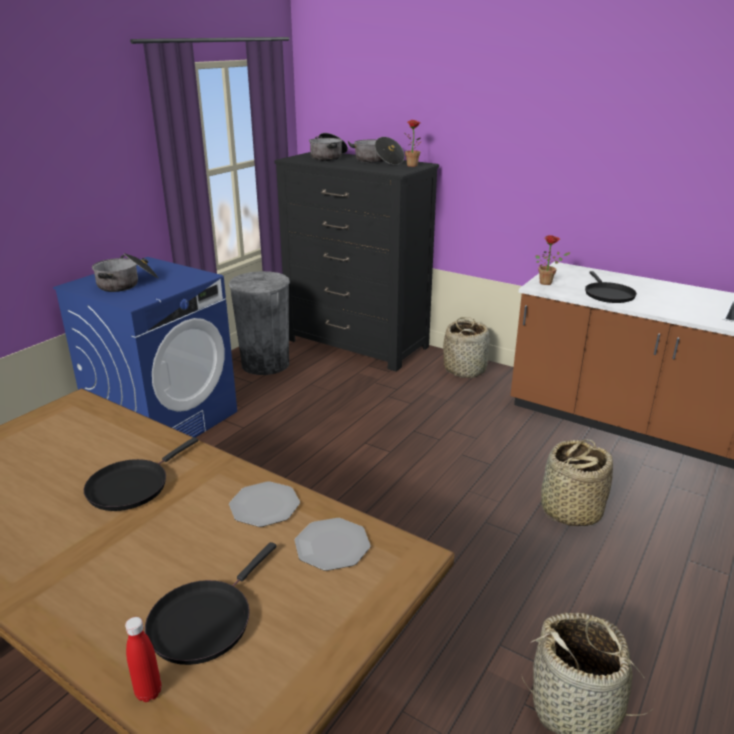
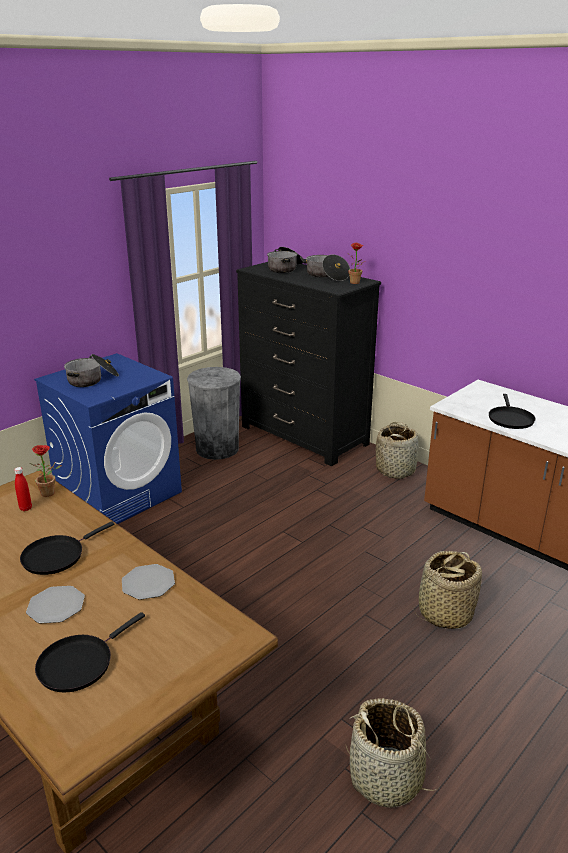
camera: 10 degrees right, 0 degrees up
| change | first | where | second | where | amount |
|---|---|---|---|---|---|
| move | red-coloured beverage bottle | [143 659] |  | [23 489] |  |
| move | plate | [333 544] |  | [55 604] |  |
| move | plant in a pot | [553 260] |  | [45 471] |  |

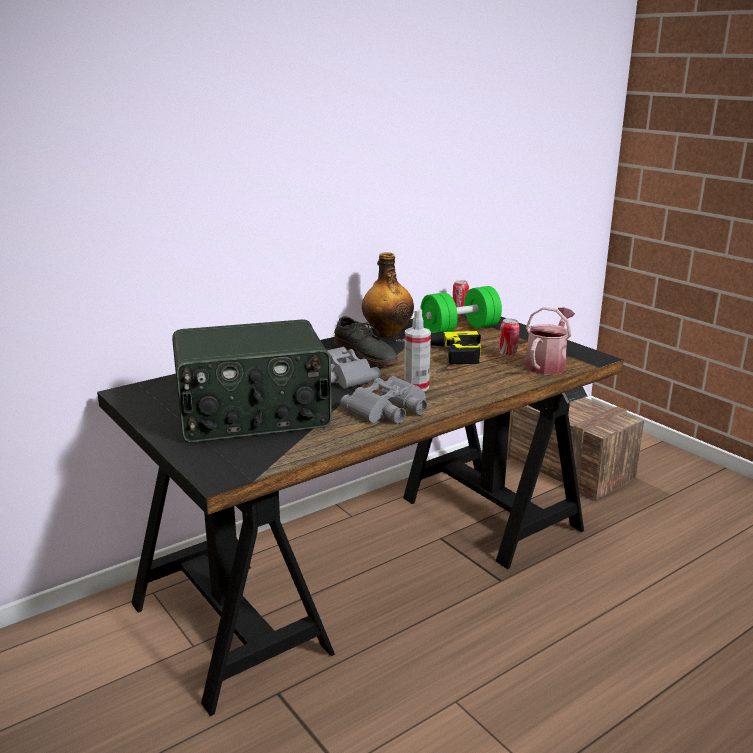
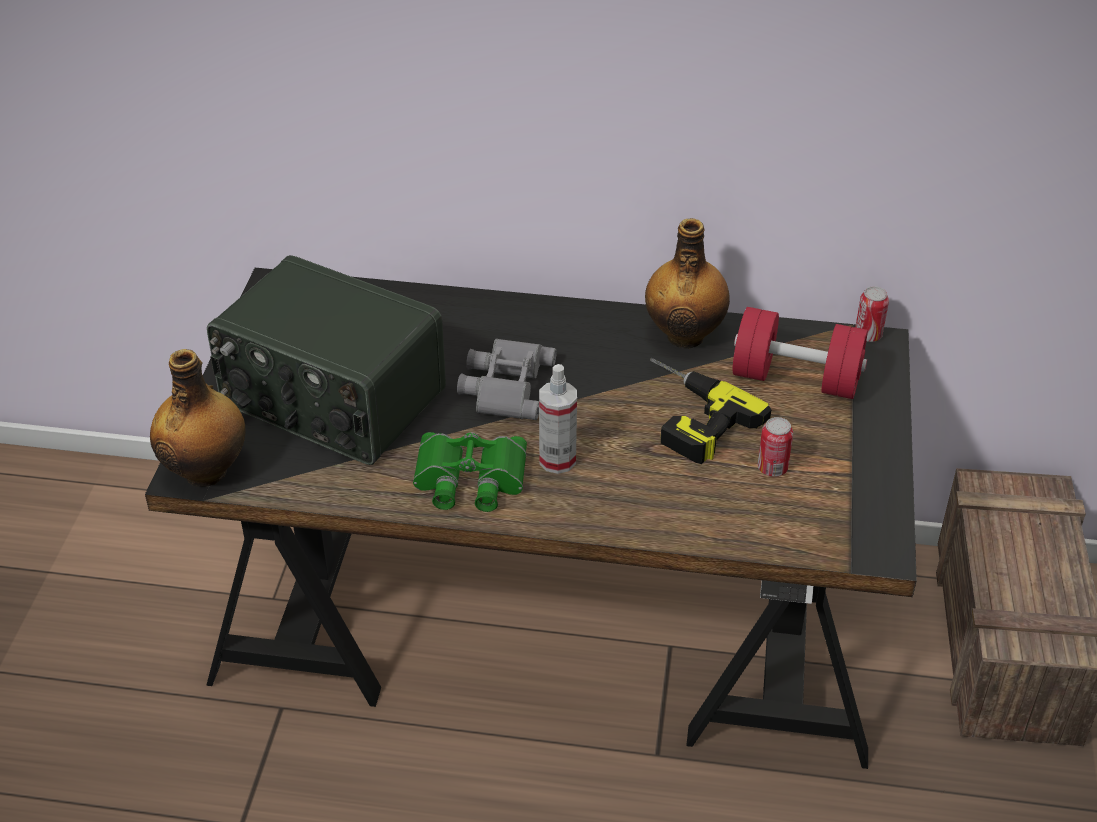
camera: 45 degrees right, 20 degrees up
| change | first | where | second | where | amount |
|---|---|---|---|---|---|
| insert |  |  | beverage bottle | [198 418] |  |
| recolor | greyish field glasses | [383 400] | green field glasses | [470 472] |  |
| recolor | green free weight | [461 309] | red-coloured free weight | [800 353] |  |
| delete | greyish item of footwear | [366 341] |  |  |  |
| delete | watering can | [549 340] |  |  |  |

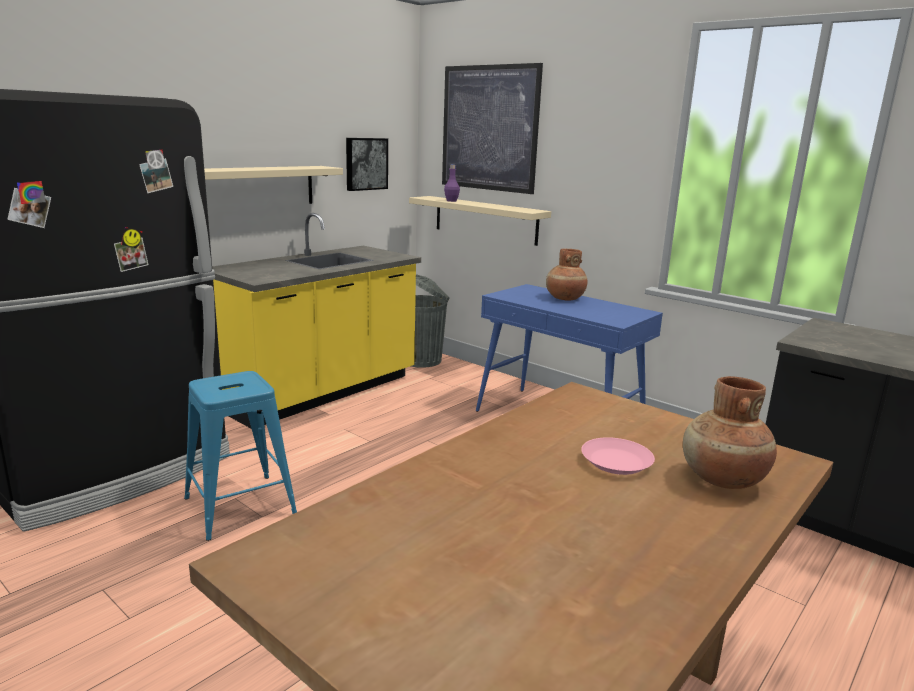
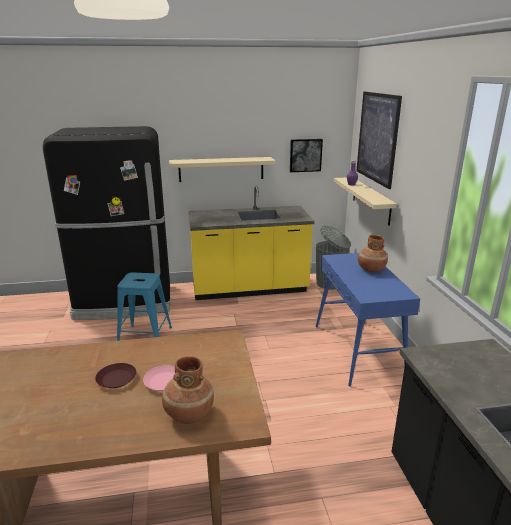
camera: 40 degrees right, 5 degrees up
| change | first | where | second | where | amount |
|---|---|---|---|---|---|
| insert |  |  | brownish plate | [115 375] |  |

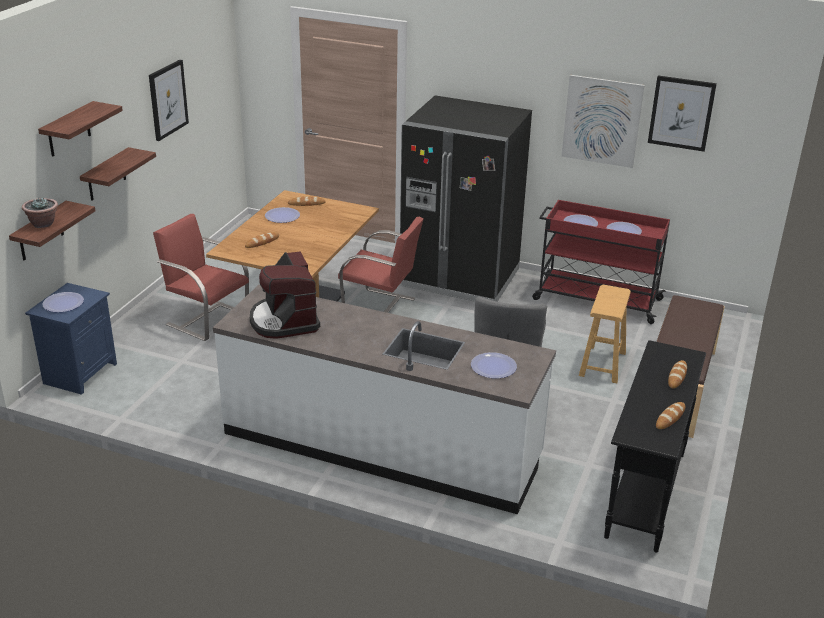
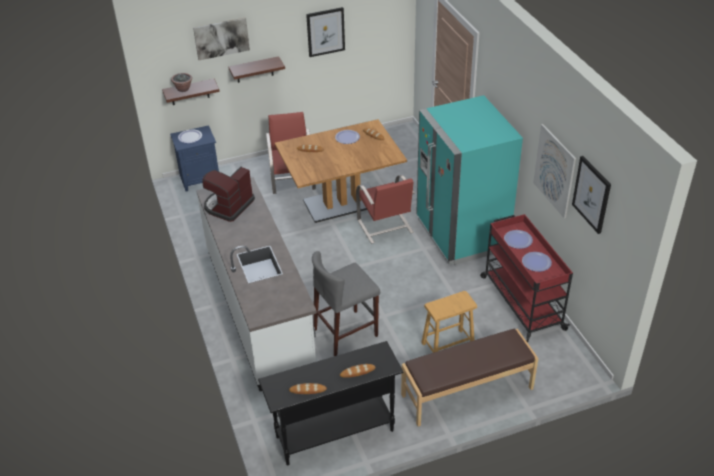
camera: 50 degrees right, 10 degrees up
| change | first | where | second | where | amount |
|---|---|---|---|---|---|
| replace | shelf | [80 128] | wall picture | [221 39] |  |
| recolor | blackish kitchen fridge | [466 198] | turquoise-coloured kitchen fridge | [469 180] |  |
| delete | plate | [494 365] |  |  |  |

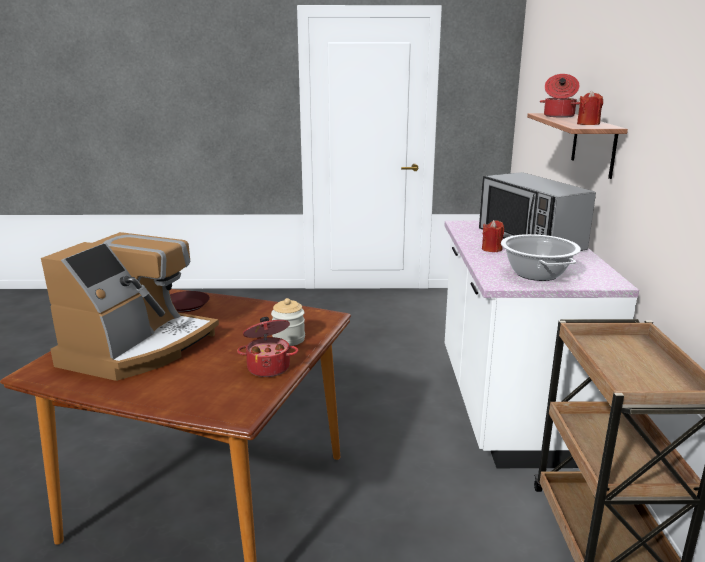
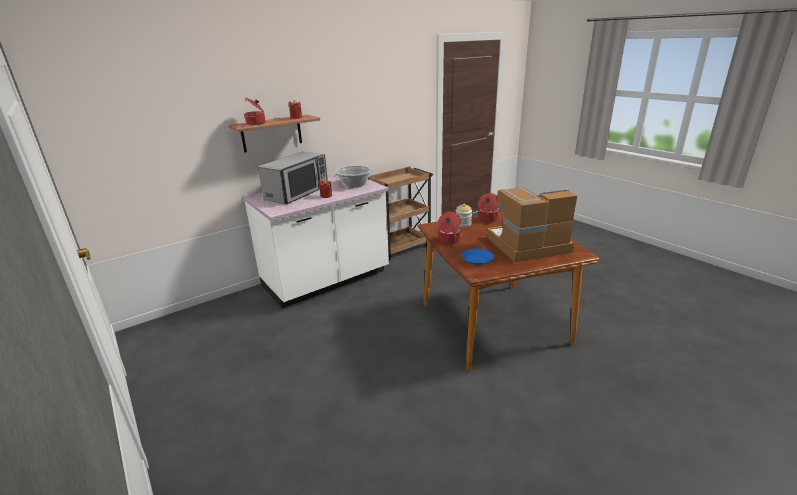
camera: 125 degrees left, 5 degrees up
| change | first | where | second | where | amount |
|---|---|---|---|---|---|
| insert |  |  | saucepot | [450 228] |  |
| recolor | brownish plate | [190 302] | blue-coloured plate | [478 257] |  |

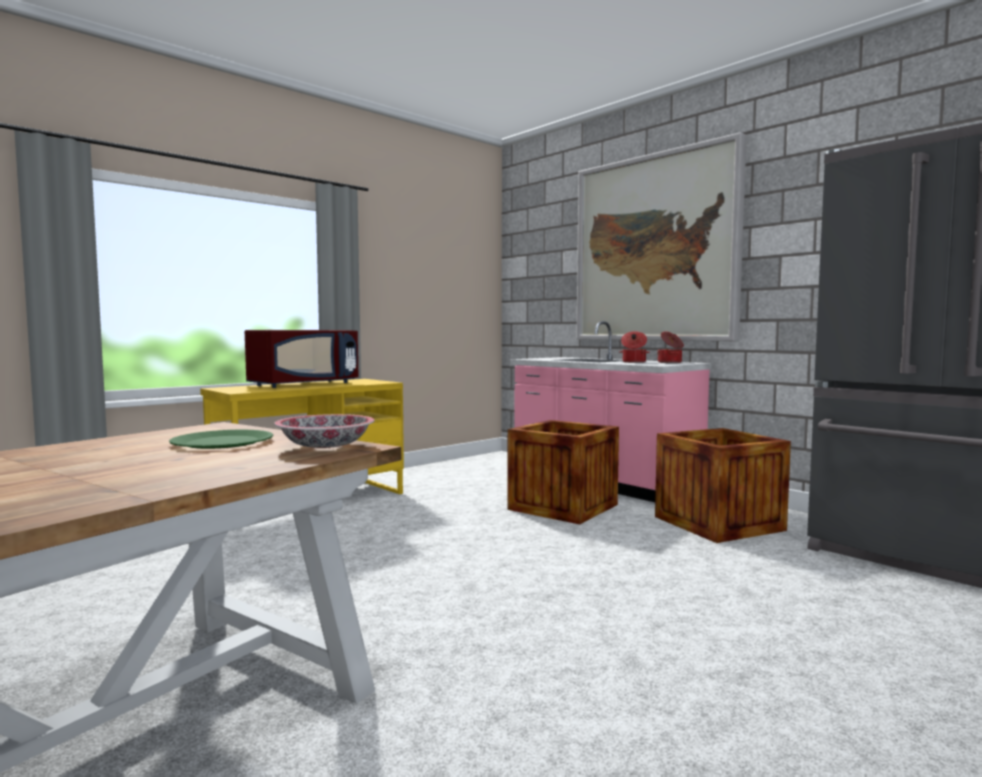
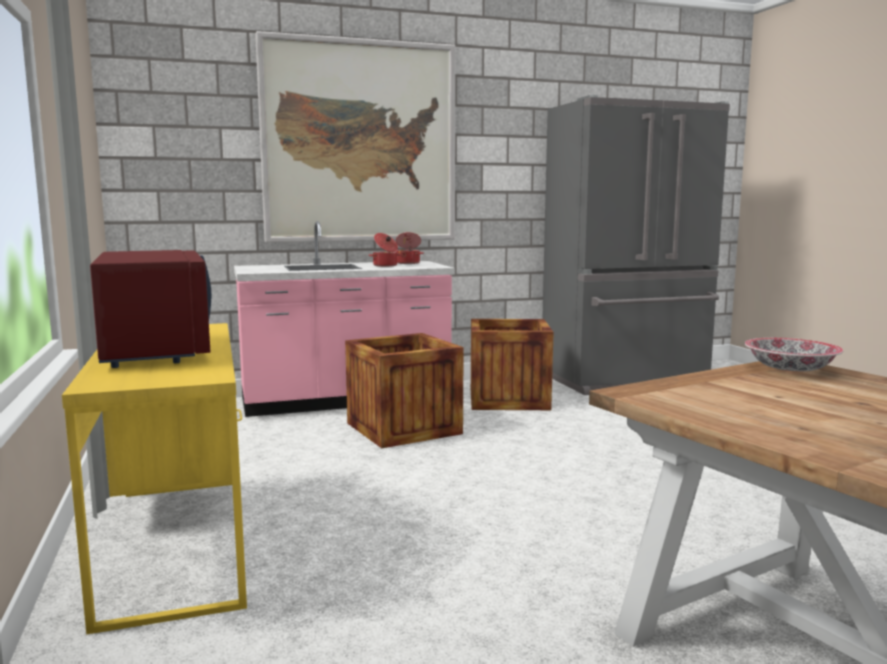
camera: 65 degrees left, 5 degrees up
| change | first | where | second | where | amount |
|---|---|---|---|---|---|
| delete | green plate | [221 439] |  |  |  |

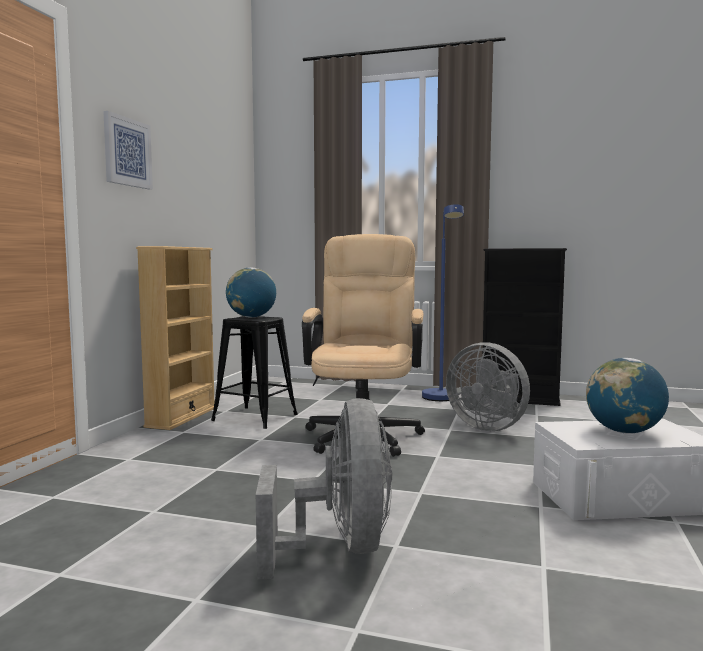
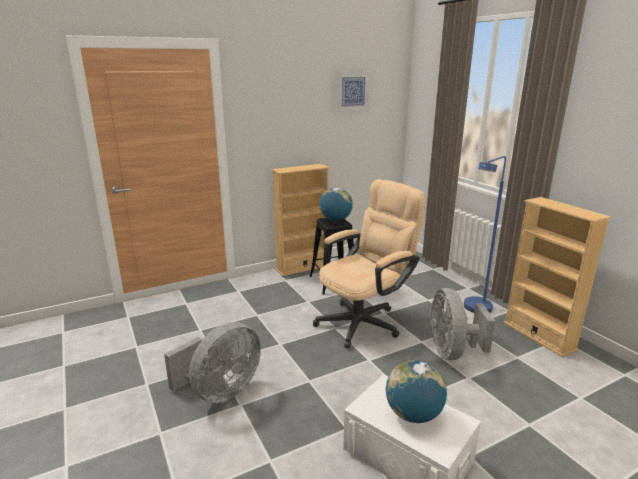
camera: 45 degrees right, 15 degrees up
| change | first | where | second | where | amount |
|---|---|---|---|---|---|
| move | wall picture | [128 150] |  | [353 92] |  |
| recolor | blackish shelving unit | [525 327] | beige shelving unit | [557 277] |  |

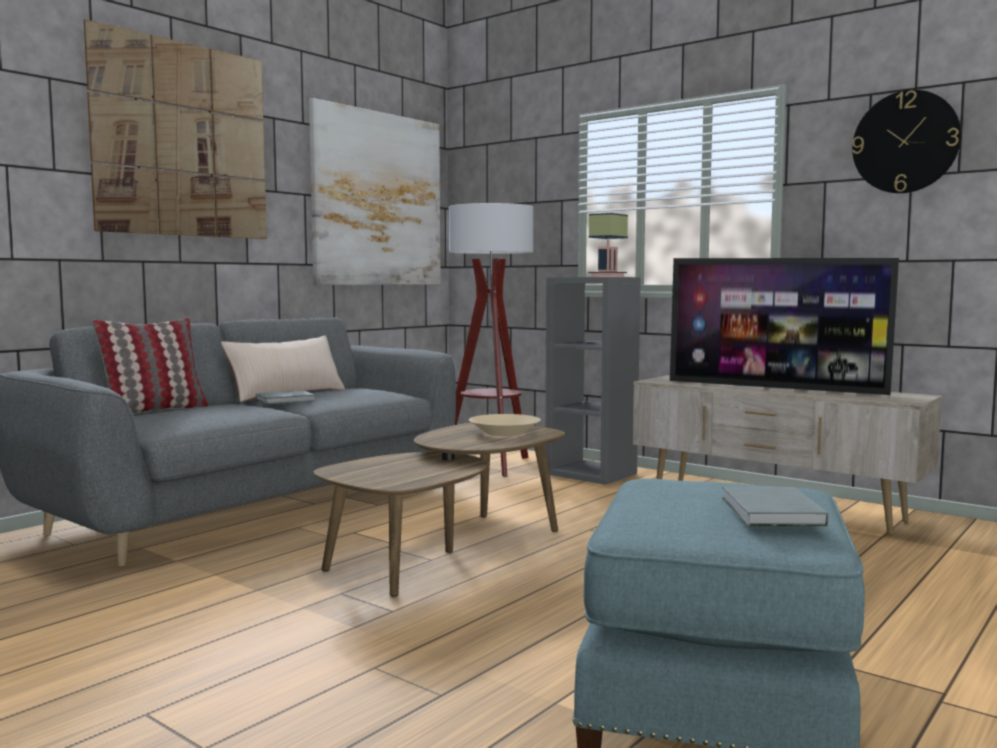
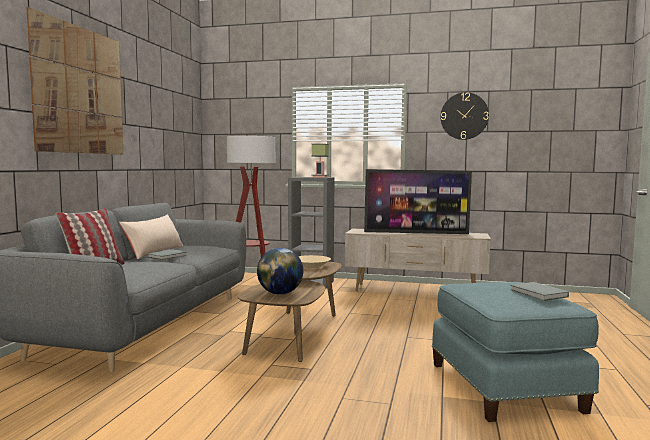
camera: 25 degrees left, 0 degrees up
| change | first | where | second | where | amount |
|---|---|---|---|---|---|
| insert |  |  | world globe | [280 271] |  |
| delete | wall picture | [375 191] |  |  |  |

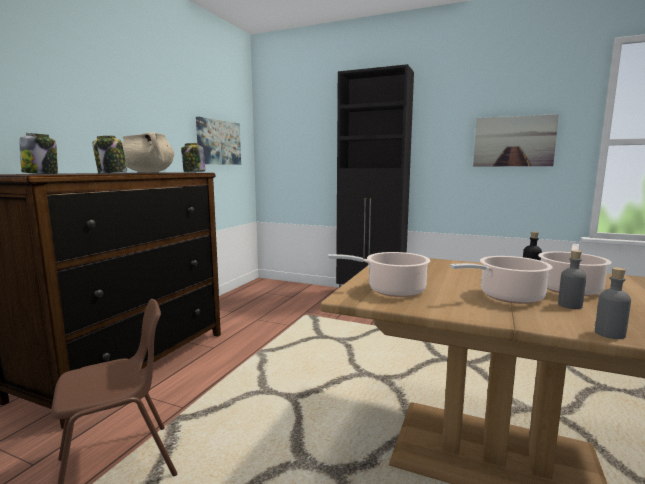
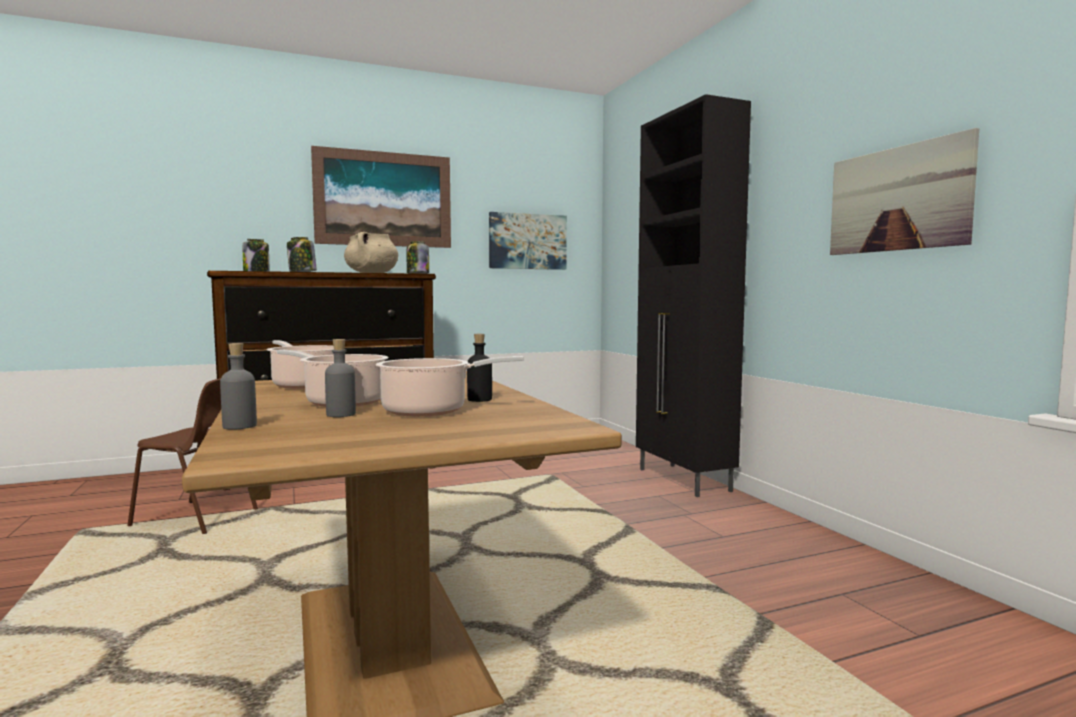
camera: 45 degrees right, 5 degrees down
| change | first | where | second | where | amount |
|---|---|---|---|---|---|
| insert |  |  | wall picture | [381 197] |  |

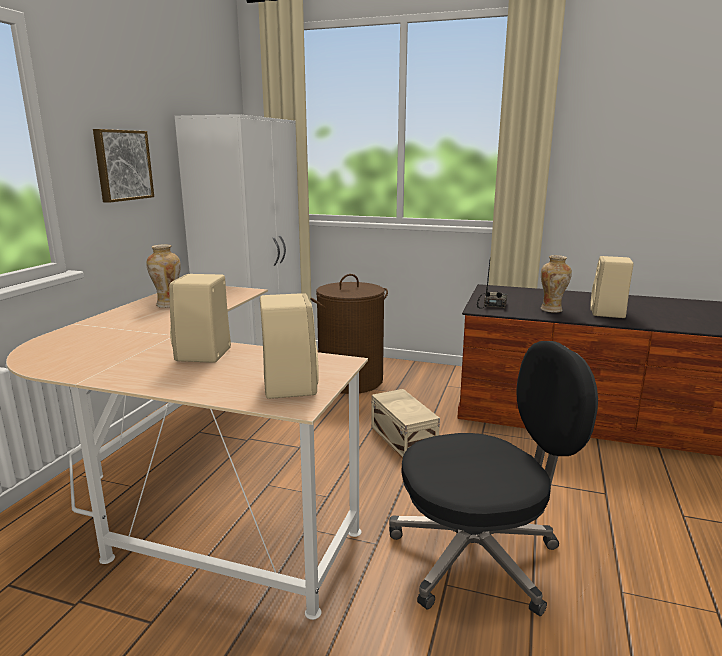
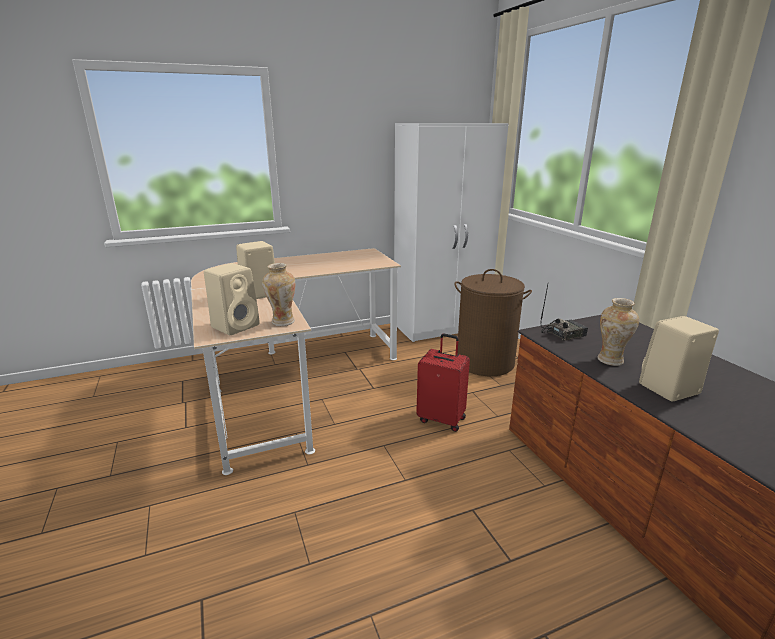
camera: 50 degrees right, 5 degrees up
| change | first | where | second | where | amount |
|---|---|---|---|---|---|
| move | vase | [163 276] |  | [278 294] |  |
| replace | beige storage bin | [405 424] | red-coloured travel case | [443 383] |  |
| delete | wall picture | [123 166] |  |  |  |
| delete | blackish computer chair | [493 478] |  |  |  |

